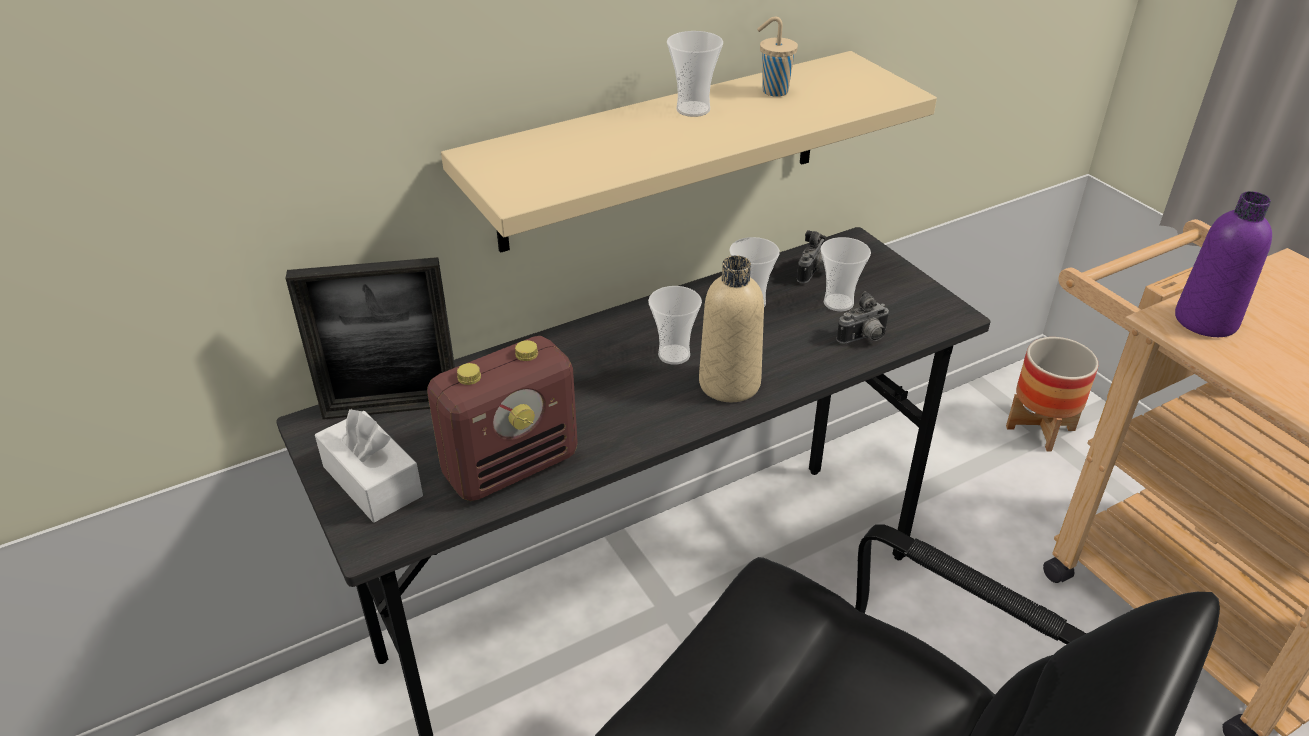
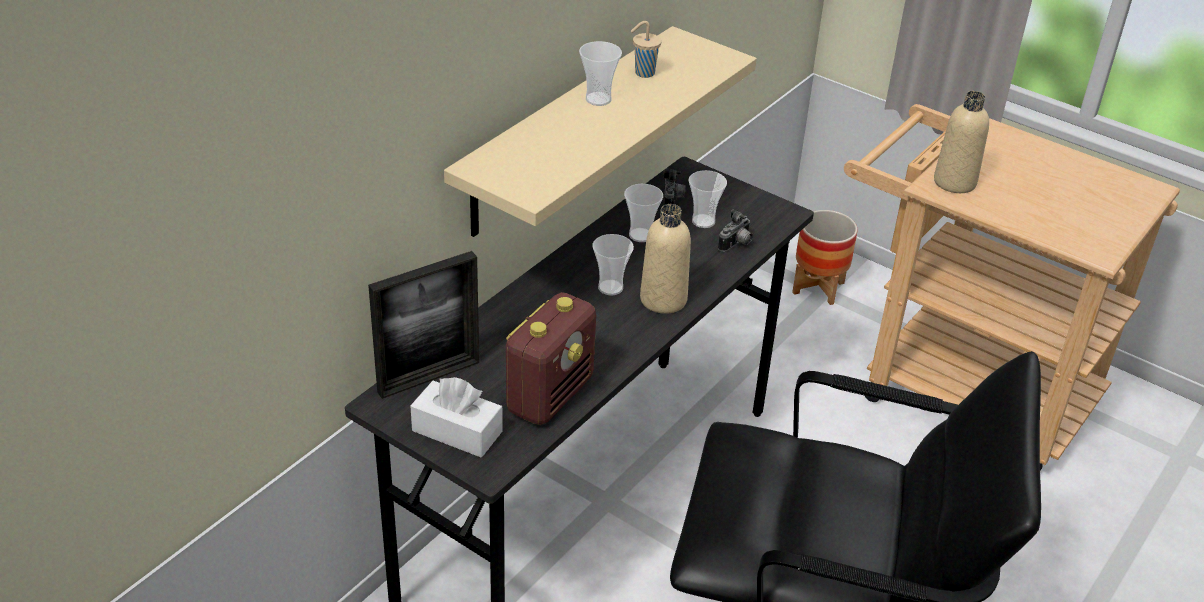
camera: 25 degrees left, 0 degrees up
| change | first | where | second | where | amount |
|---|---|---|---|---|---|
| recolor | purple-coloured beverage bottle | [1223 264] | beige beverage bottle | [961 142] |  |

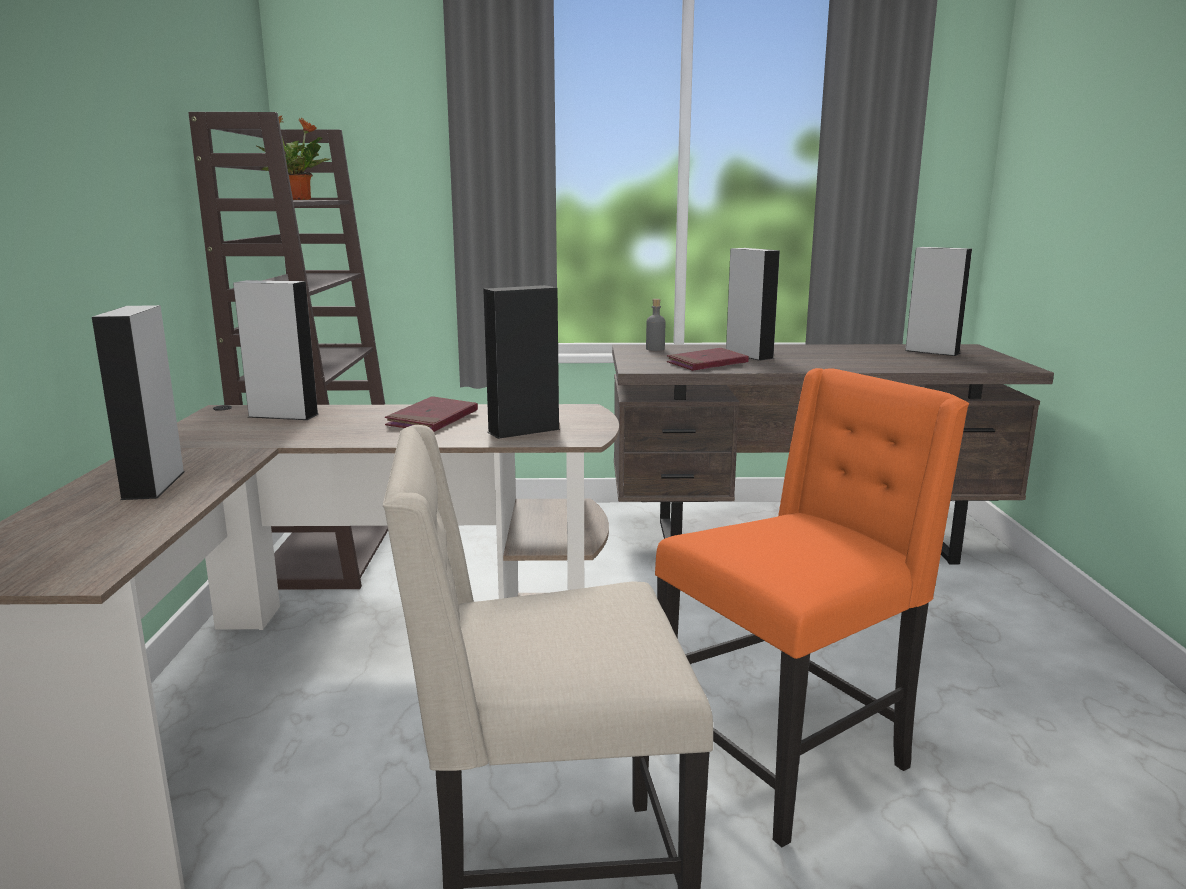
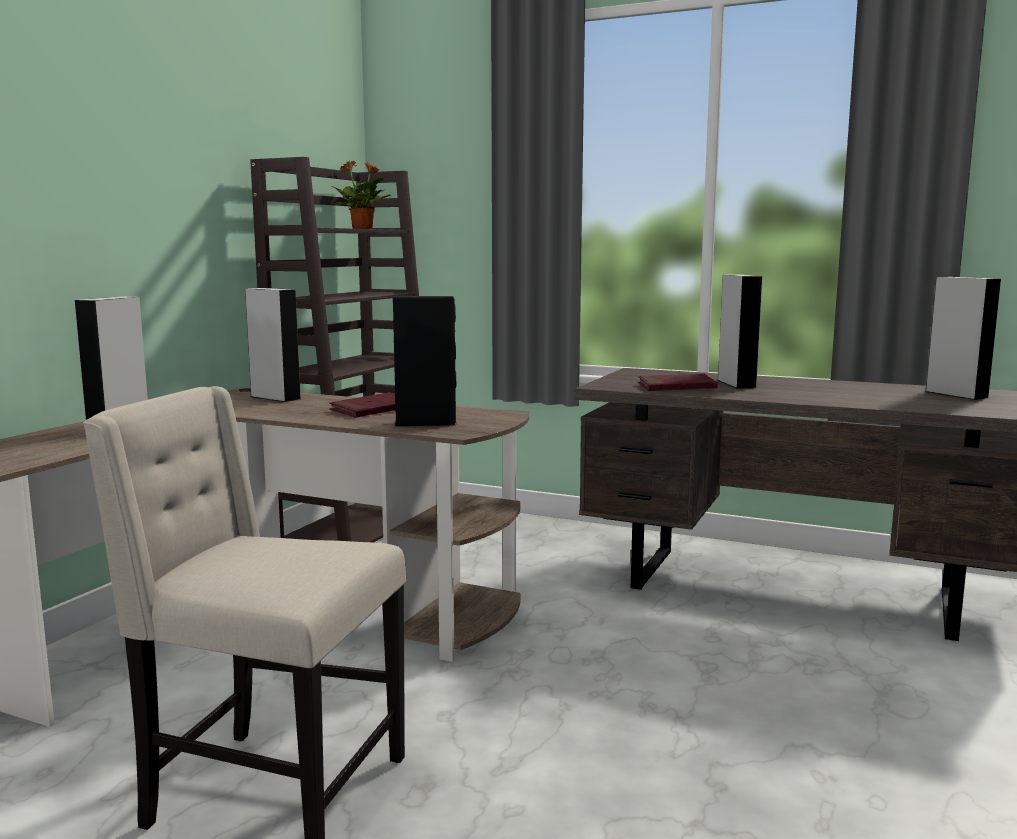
camera: 25 degrees right, 5 degrees down
| change | first | where | second | where | amount |
|---|---|---|---|---|---|
| delete | greyish beverage bottle | [655 325] |  |  |  |
| delete | orange-coloured upright chair | [812 607] |  |  |  |

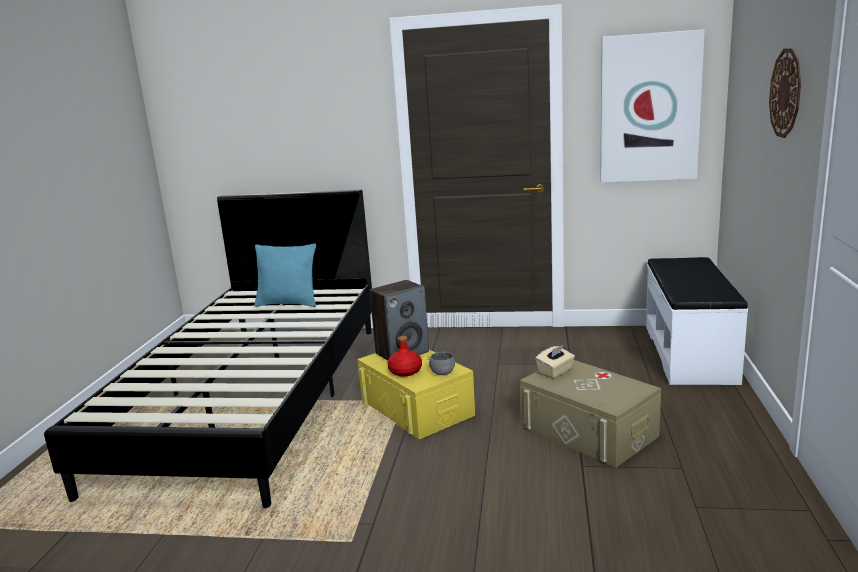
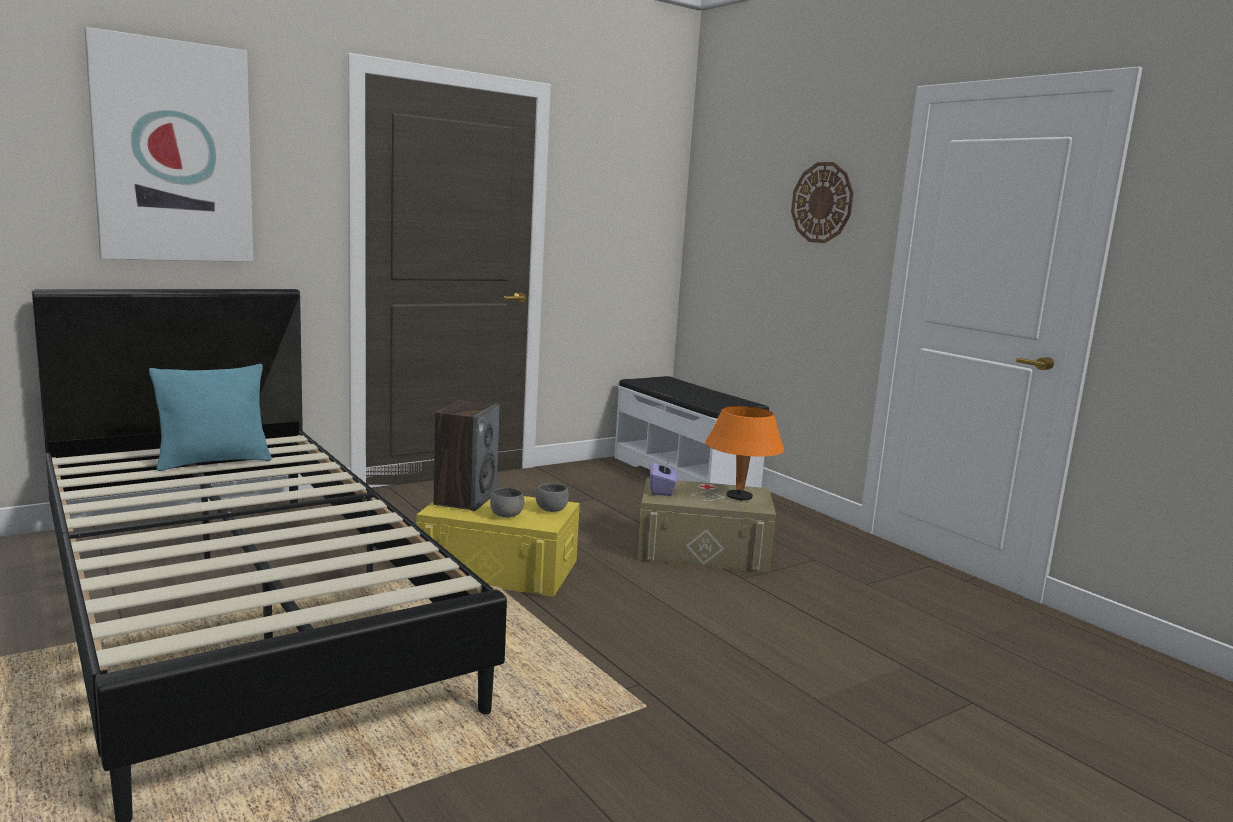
camera: 45 degrees left, 5 degrees down
| change | first | where | second | where | amount |
|---|---|---|---|---|---|
| move | wall picture | [652 106] |  | [168 144] |  |
| replace | red-coloured beverage bottle | [404 356] | greyish deep dish | [507 502] |  |
| recolor | beige tissue holder | [555 361] | purple-coloured tissue holder | [664 478] |  |
| insert |  |  | orange-coloured lamp for a table | [744 453] |  |

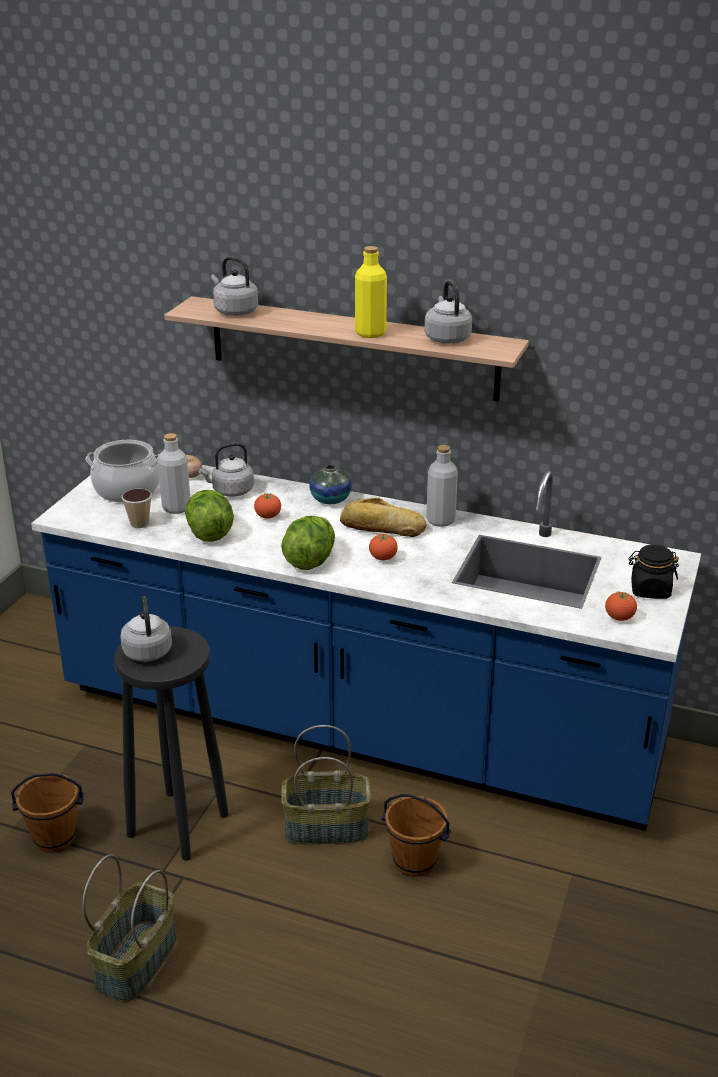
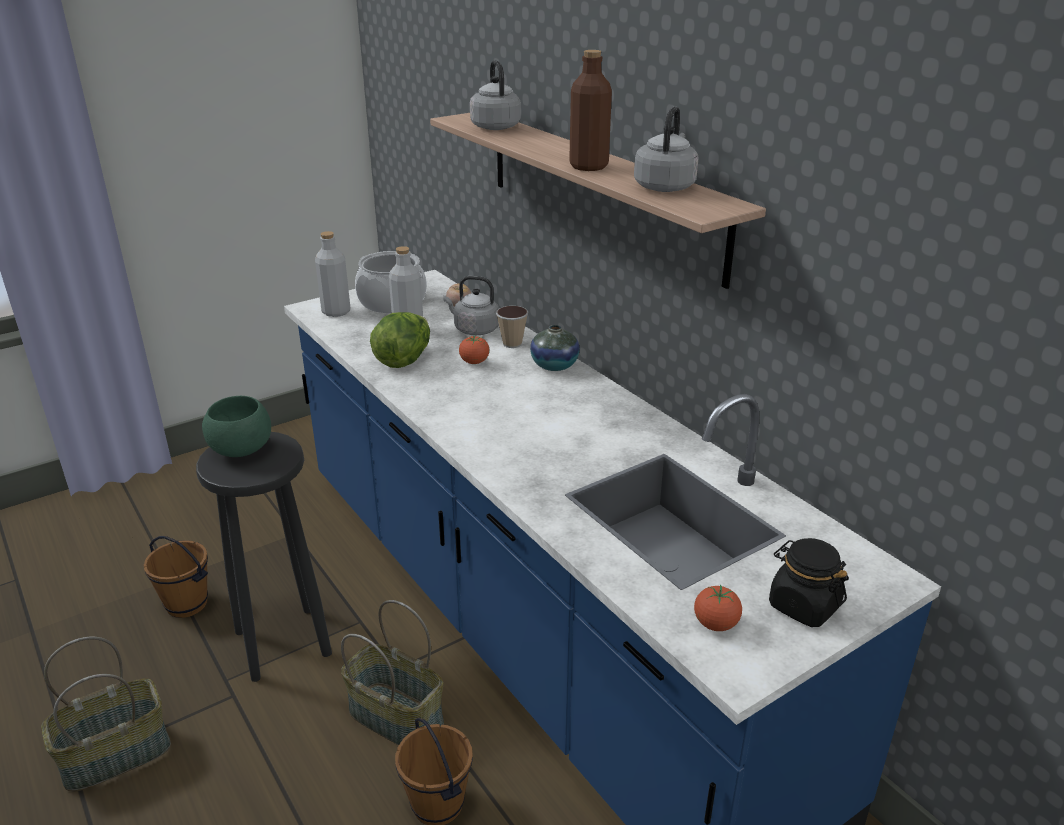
camera: 35 degrees right, 0 degrees up
| change | first | where | second | where | amount |
|---|---|---|---|---|---|
| replace | greyish water kettle | [146 629] | green deep dish | [236 426] |  |
| move | greyish beverage bottle | [442 486] |  | [333 274] |  |
| move | cup | [137 508] |  | [512 327] |  |
| recolor | yellowish beverage bottle | [371 292] | brownish beverage bottle | [590 110] |  |
| delete | head of lettuce | [308 543] |  |  |  |
| delete | baked bread | [383 517] |  |  |  |
| delete | fresh tomato | [383 547] |  |  |  |

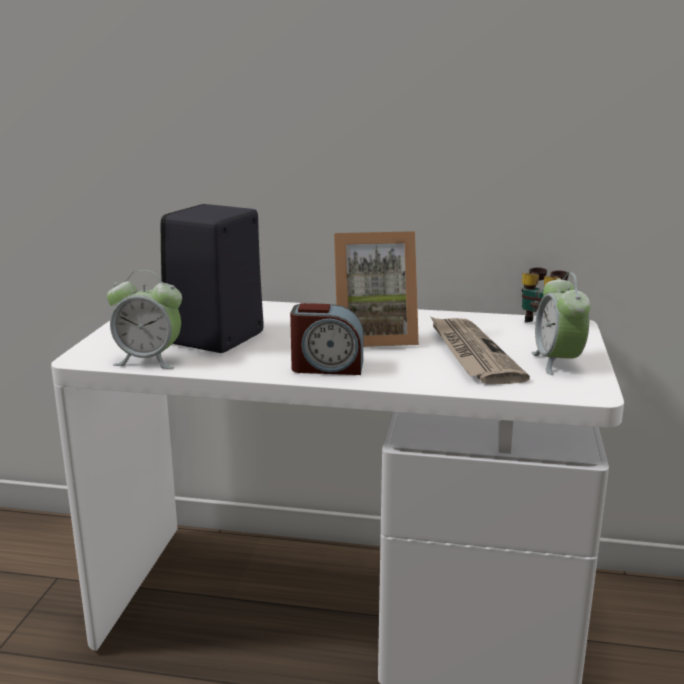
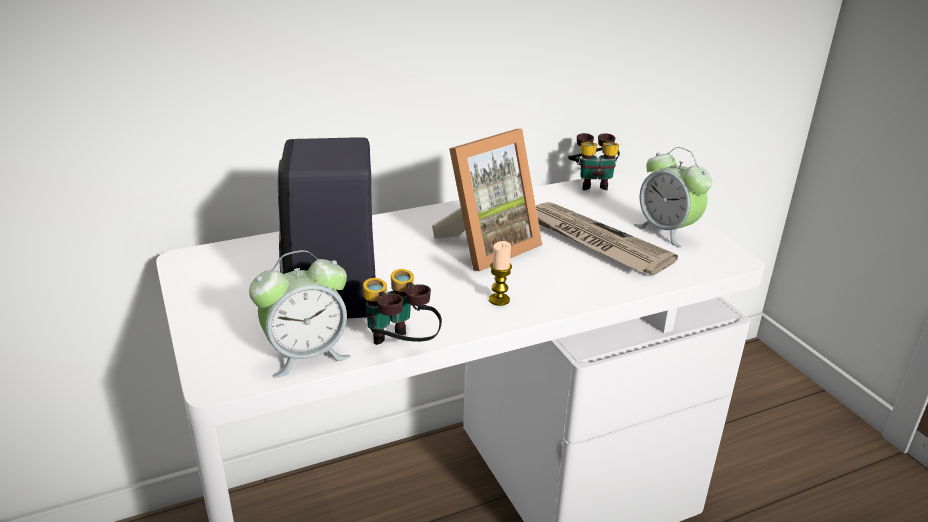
camera: 35 degrees left, 10 degrees up
| change | first | where | second | where | amount |
|---|---|---|---|---|---|
| insert |  |  | field glasses | [402 307] |  |
| replace | alarm clock | [326 339] | wax candle | [500 273] |  |

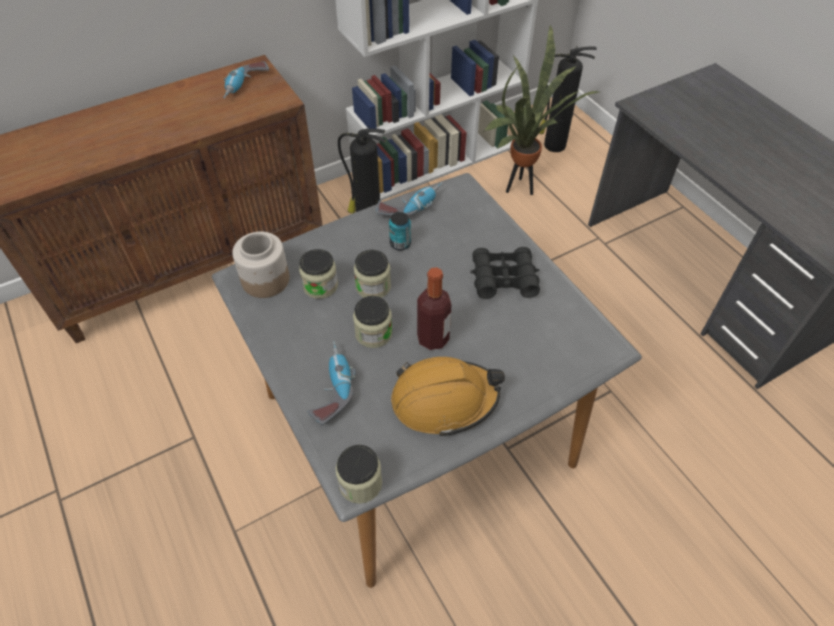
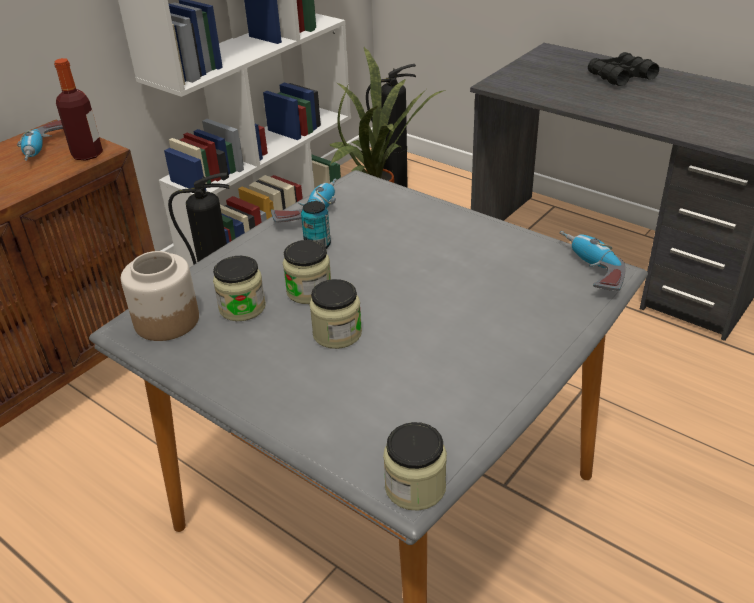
camera: 20 degrees left, 15 degrees down
| change | first | where | second | where | amount |
|---|---|---|---|---|---|
| move | beverage bottle | [434 308] |  | [78 109] |  |
| move | electric drill | [331 383] |  | [593 261] |  |
| move | blackish field glasses | [505 273] |  | [623 69] |  |
| delete | orange-coloured work helmet | [448 397] |  |  |  |

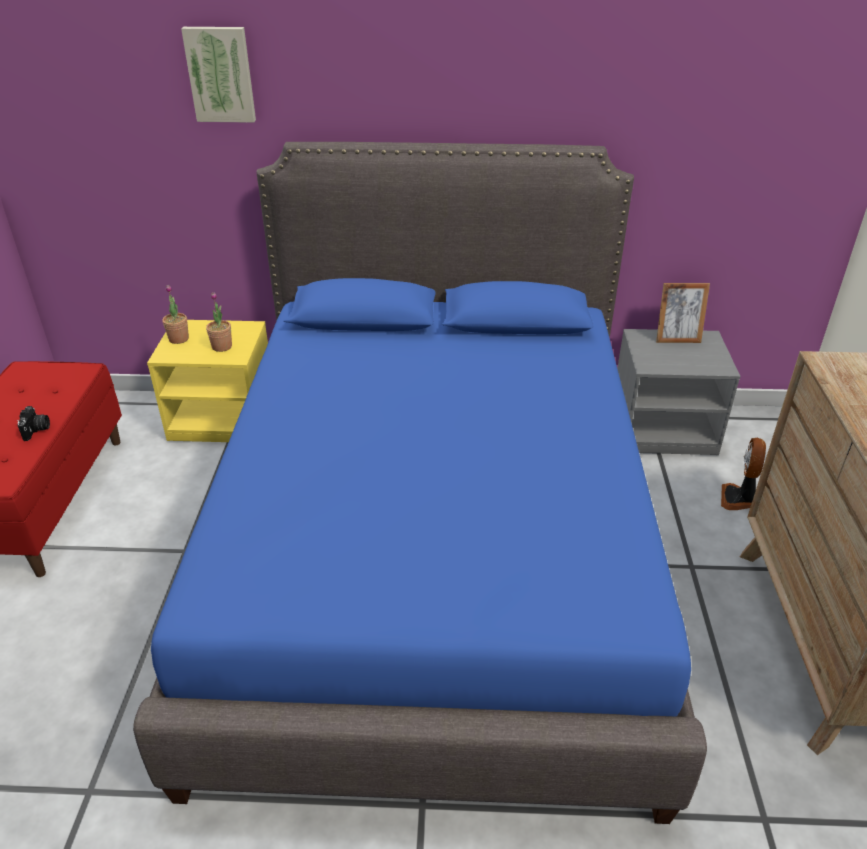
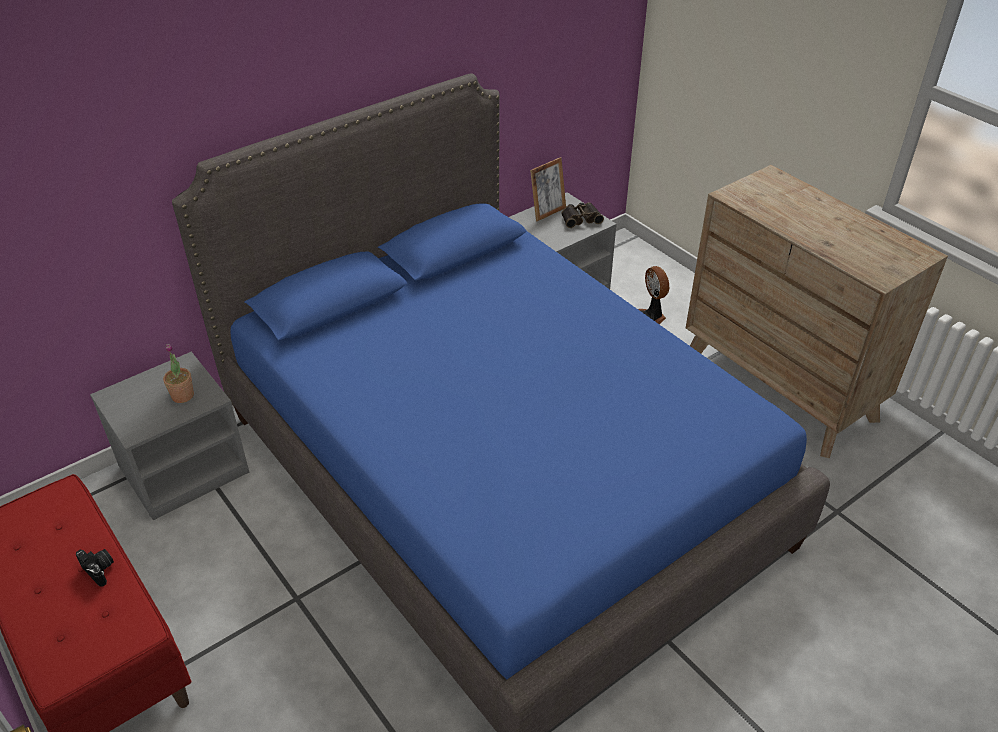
camera: 40 degrees left, 5 degrees up
| change | first | where | second | where | amount |
|---|---|---|---|---|---|
| recolor | yellowish bedside table | [207 381] | greyish bedside table | [169 436] |  |
| insert |  |  | field glasses | [582 215] |  |
| delete | plant in a pot | [175 314] |  |  |  |
| delete | wall picture | [218 75] |  |  |  |

